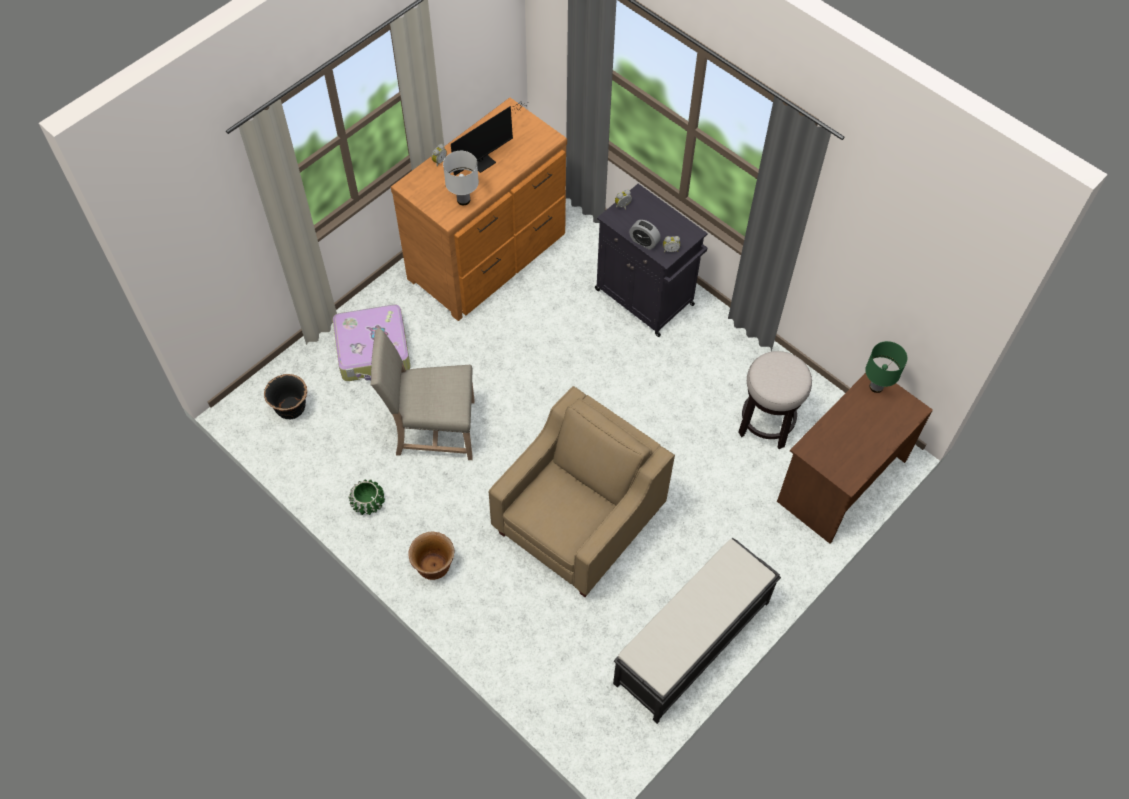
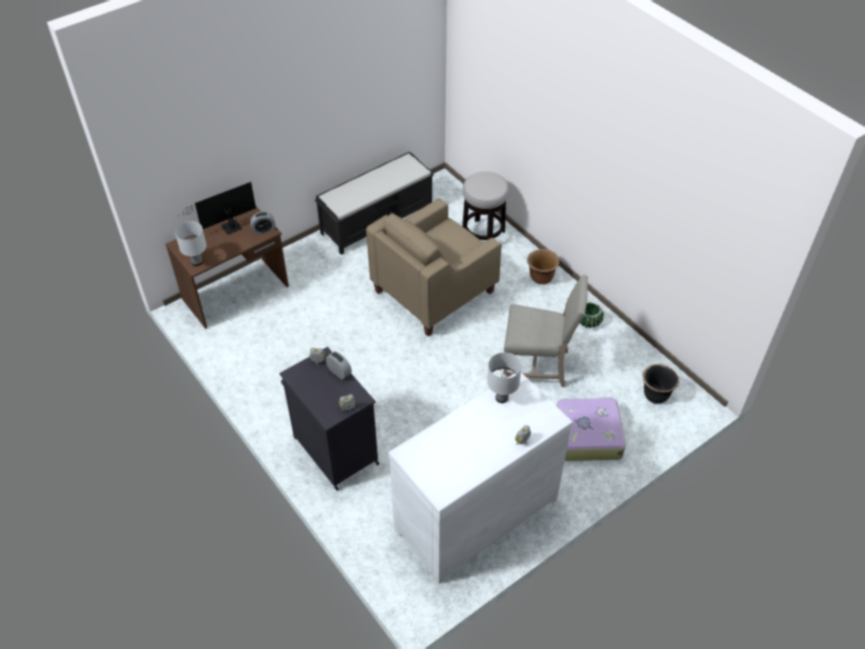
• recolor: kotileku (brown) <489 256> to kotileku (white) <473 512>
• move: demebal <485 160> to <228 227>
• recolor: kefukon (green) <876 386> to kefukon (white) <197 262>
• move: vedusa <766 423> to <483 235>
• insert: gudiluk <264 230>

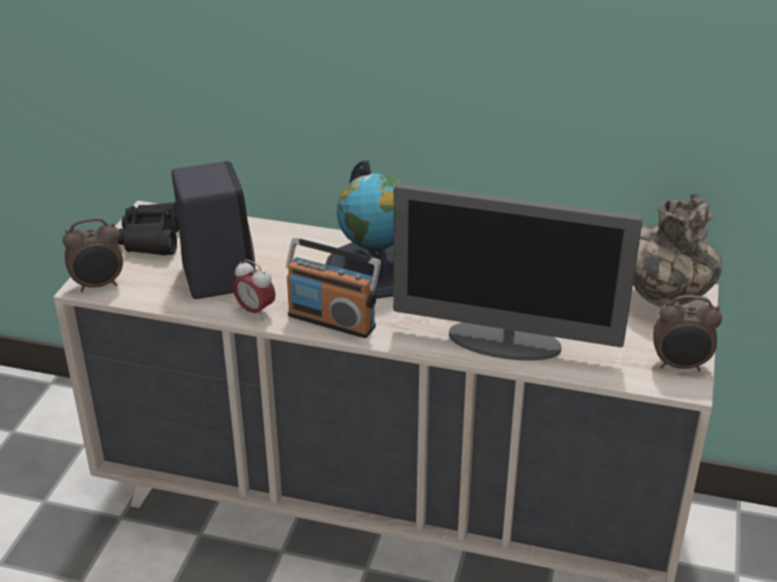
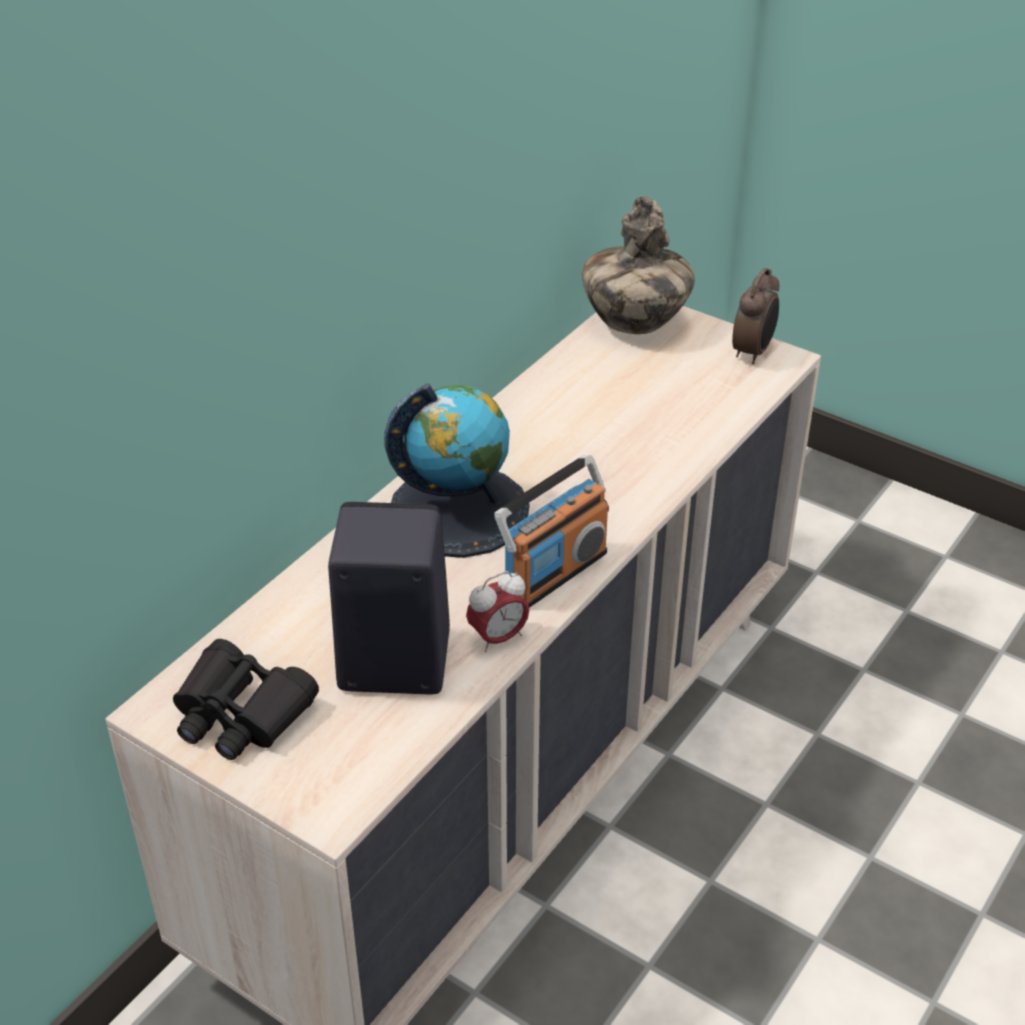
• delete: demebal <505 342>
• delete: gudiluk <99 285>

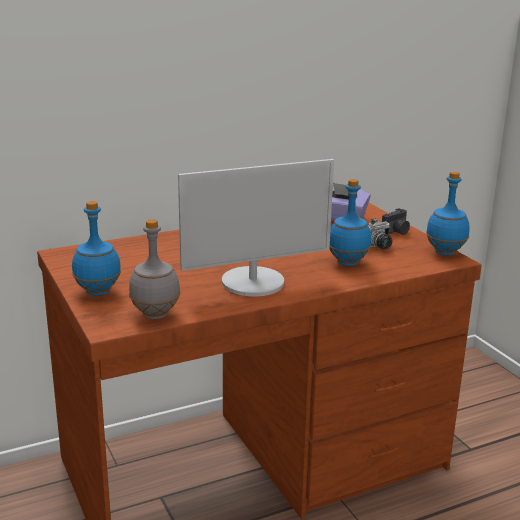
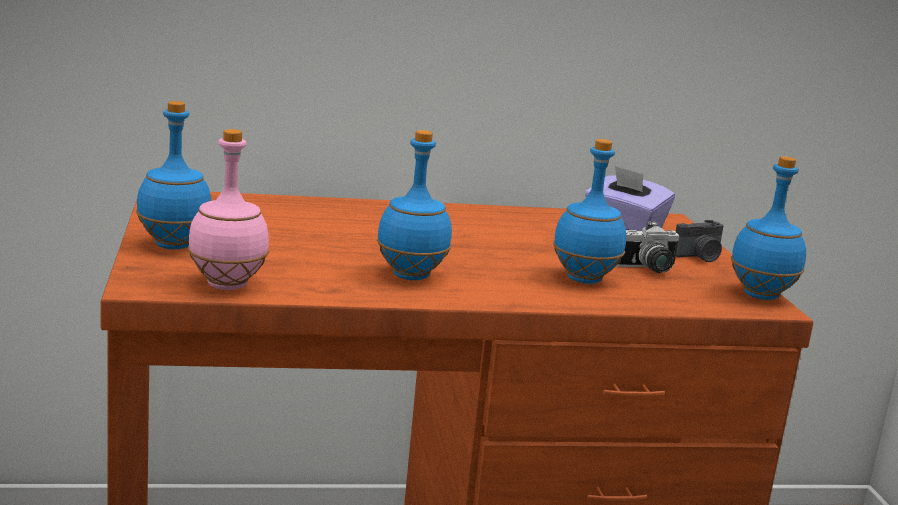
• replace: demebal <253 282> to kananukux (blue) <412 275>
• recolor: kananukux (grey) <154 314> to kananukux (pink) <226 284>

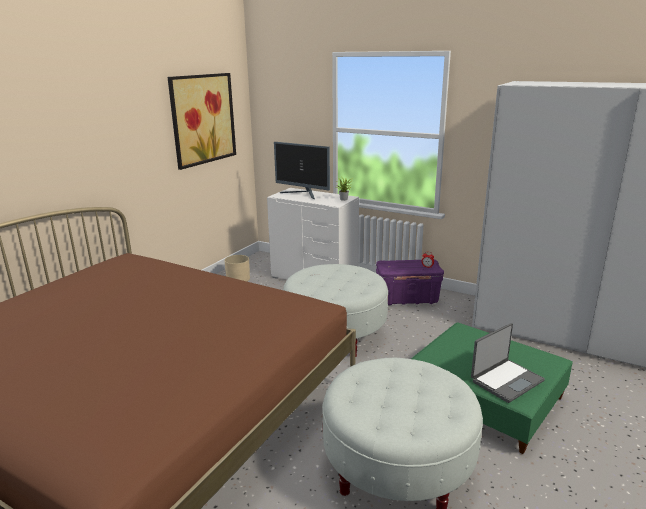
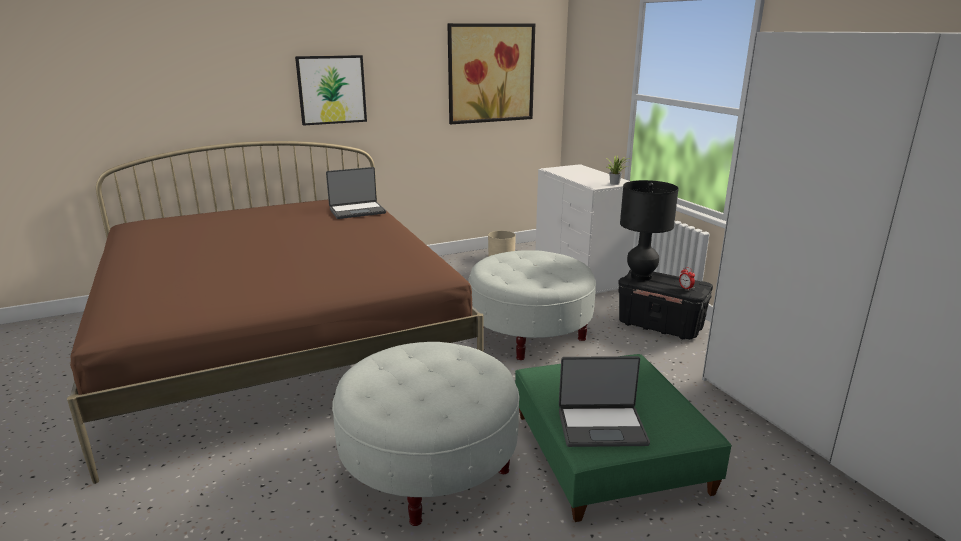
• delete: demebal <303 194>
• recolor: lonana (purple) <408 299> to lonana (black) <660 326>
• insert: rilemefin <331 90>
• insert: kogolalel <357 211>
• insert: kefukon (black) <641 276>

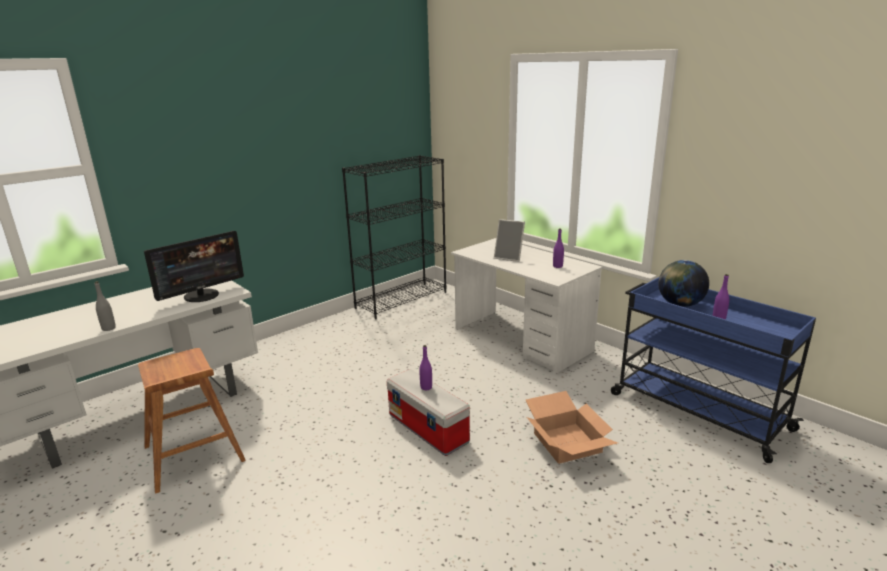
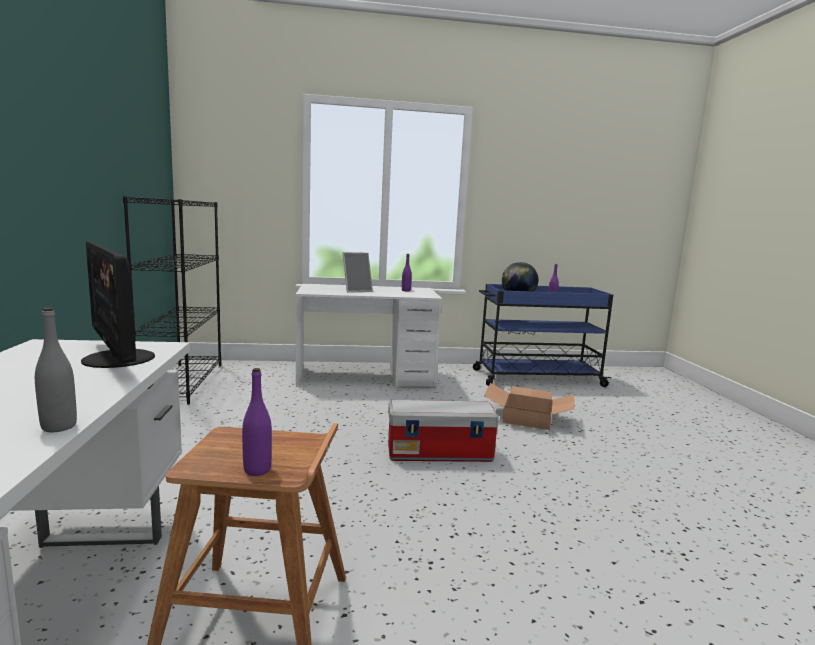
• rotate: demebal <202 295> = <117 359> 150 degrees clockwise
• move: kananukux (purple) <426 387> to <257 470>

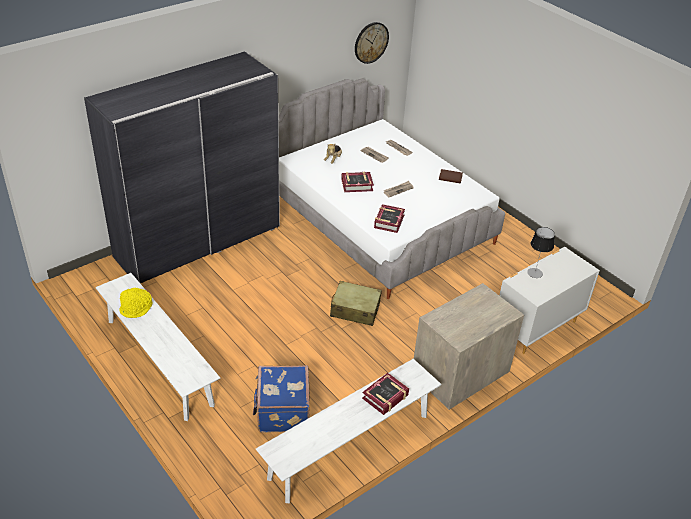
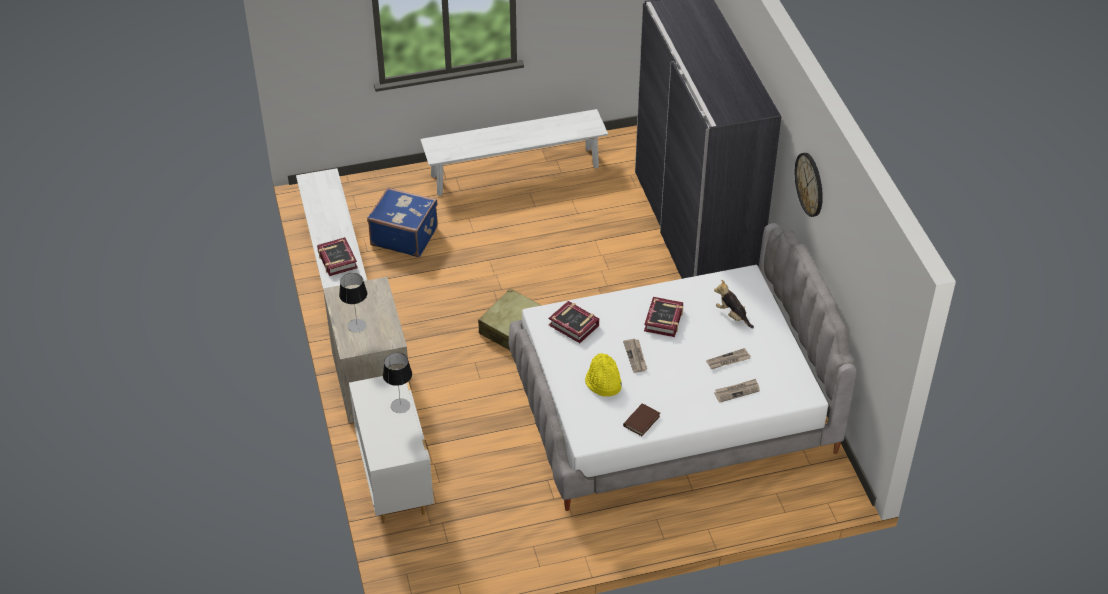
• move: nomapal <371 42> to <810 184>
• move: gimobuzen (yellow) <136 308> to <603 383>
• insert: kefukon <357 325>

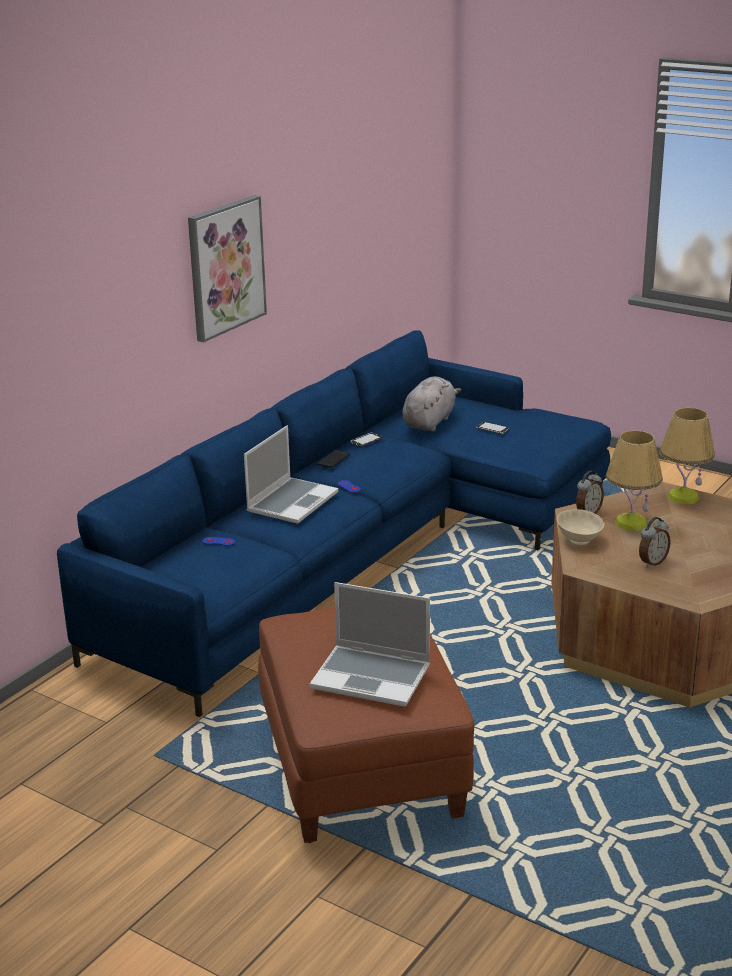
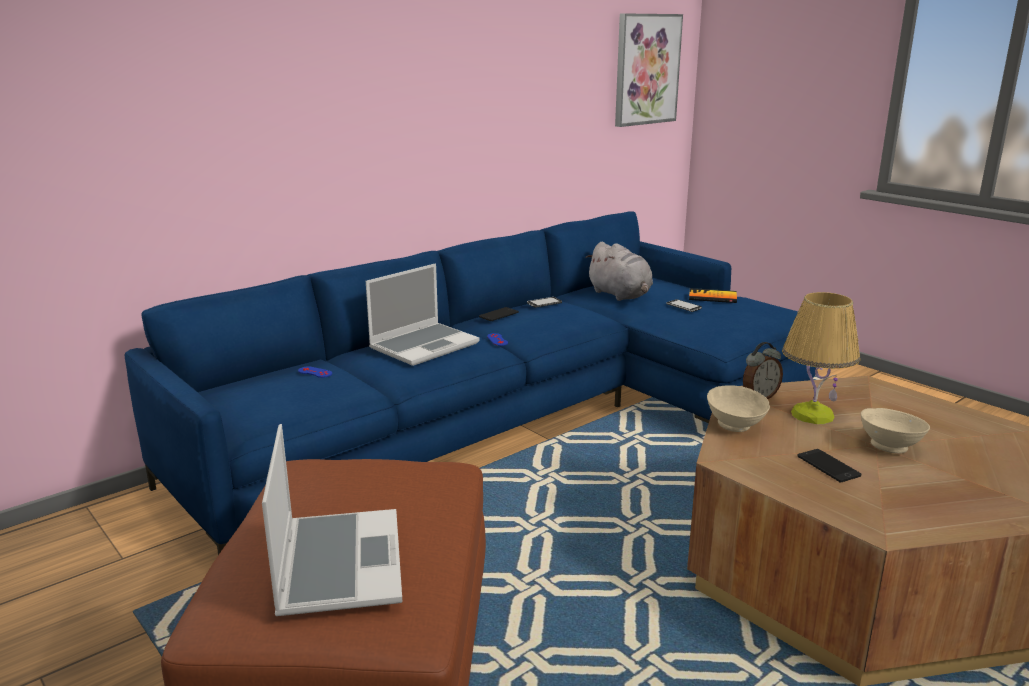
• move: rilemefin <225 267> to <646 69>
• rotate: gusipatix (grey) <429 422> = <620 295> 105 degrees clockwise
• delete: kefukon <683 497>
• replace: gudiluk <652 562> to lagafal <828 466>
• rotate: kogolalel <373 677> = <338 563> 135 degrees counterclockwise
• insert: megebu <712 297>
• insert: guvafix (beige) <890 447>

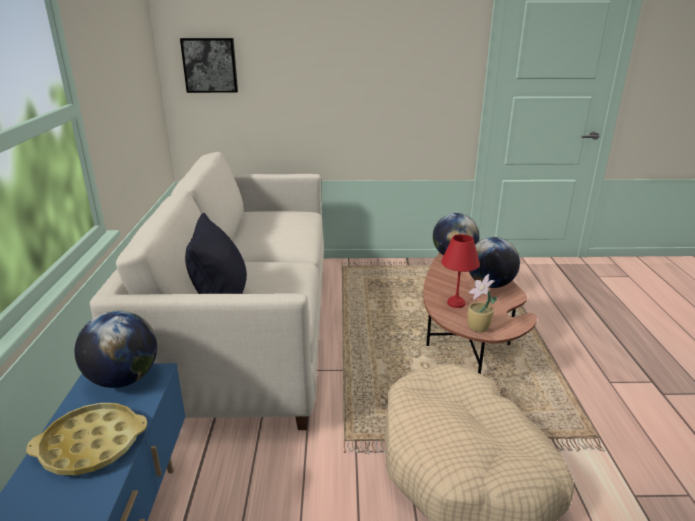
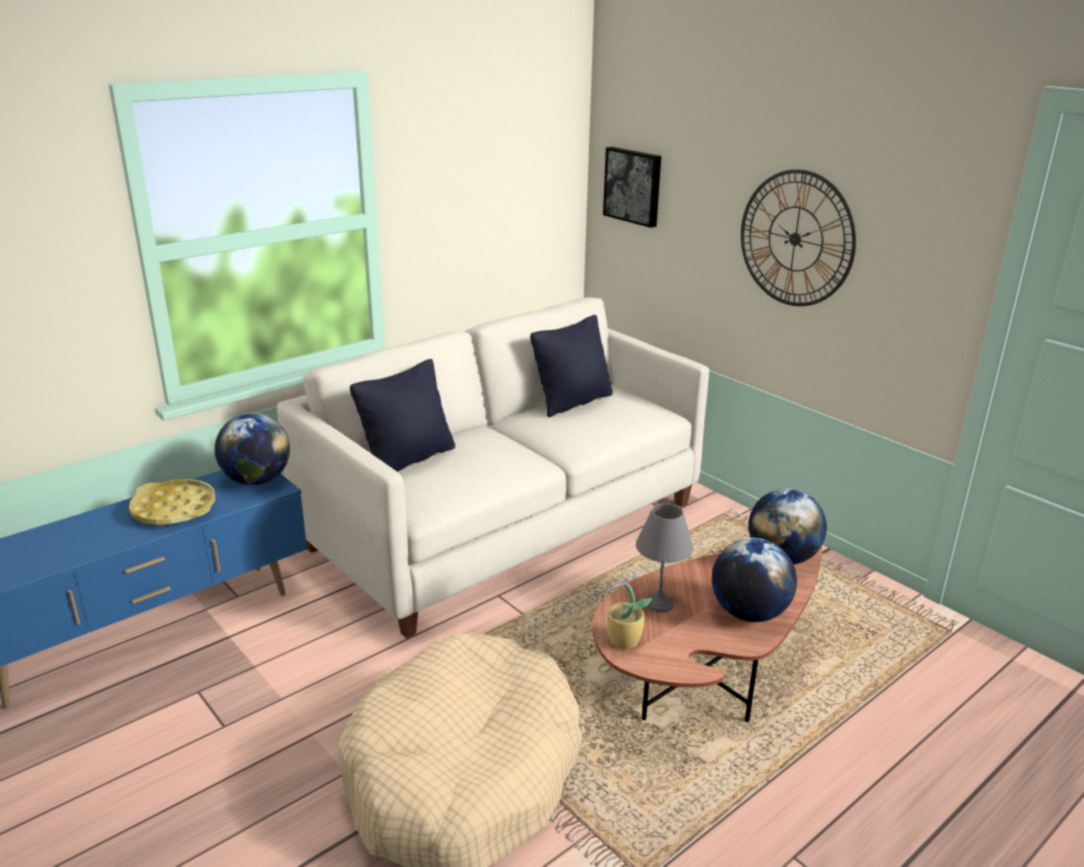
• recolor: kefukon (red) <456 303> to kefukon (grey) <658 605>
• insert: nomapal <795 239>
• insert: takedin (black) <572 402>

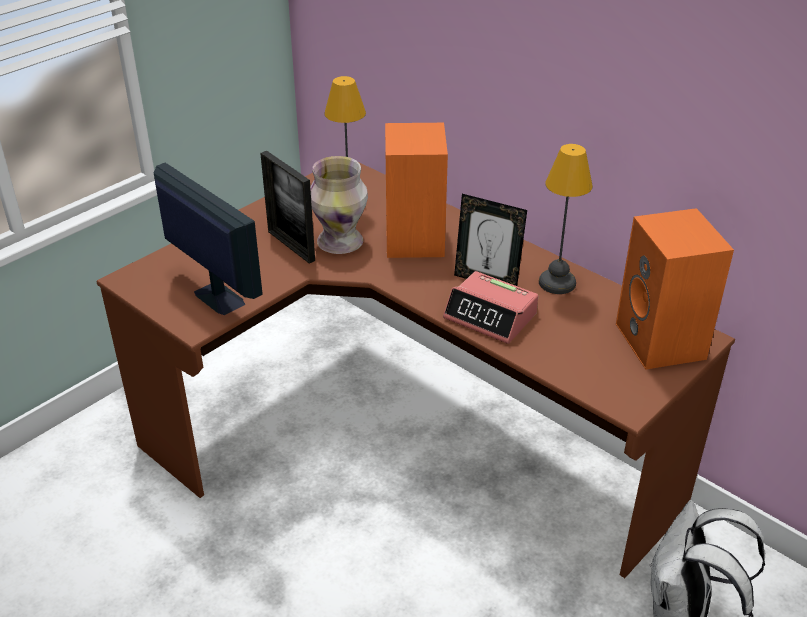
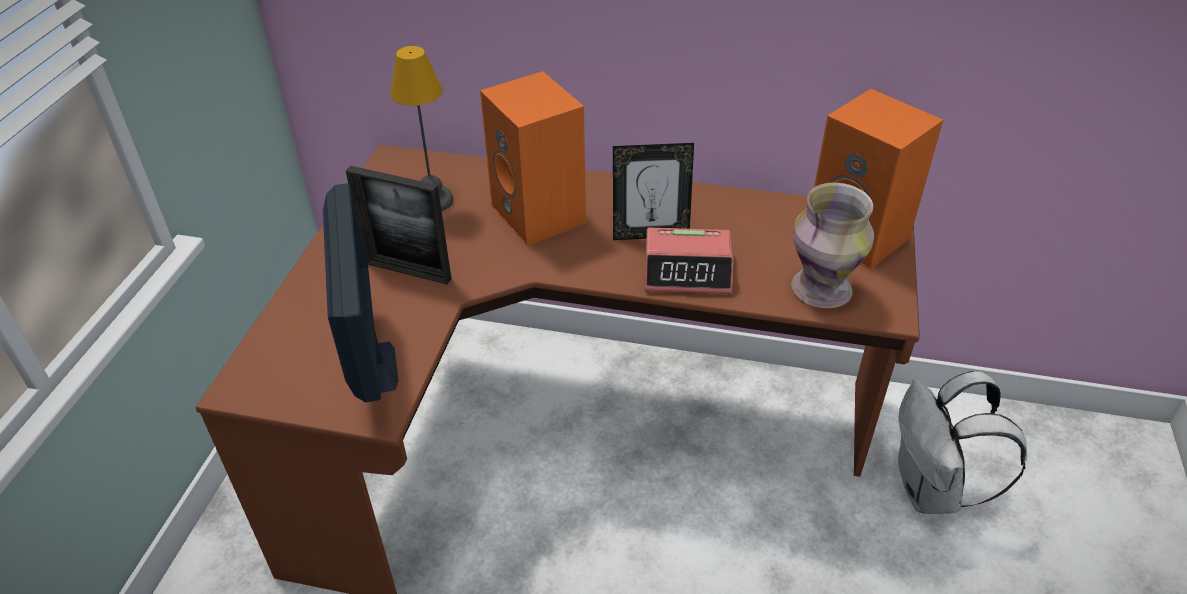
• delete: kefukon <557 282>
• move: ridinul <341 243> to <823 290>
• rotate: demebal <218 297> = <375 366> 60 degrees clockwise

